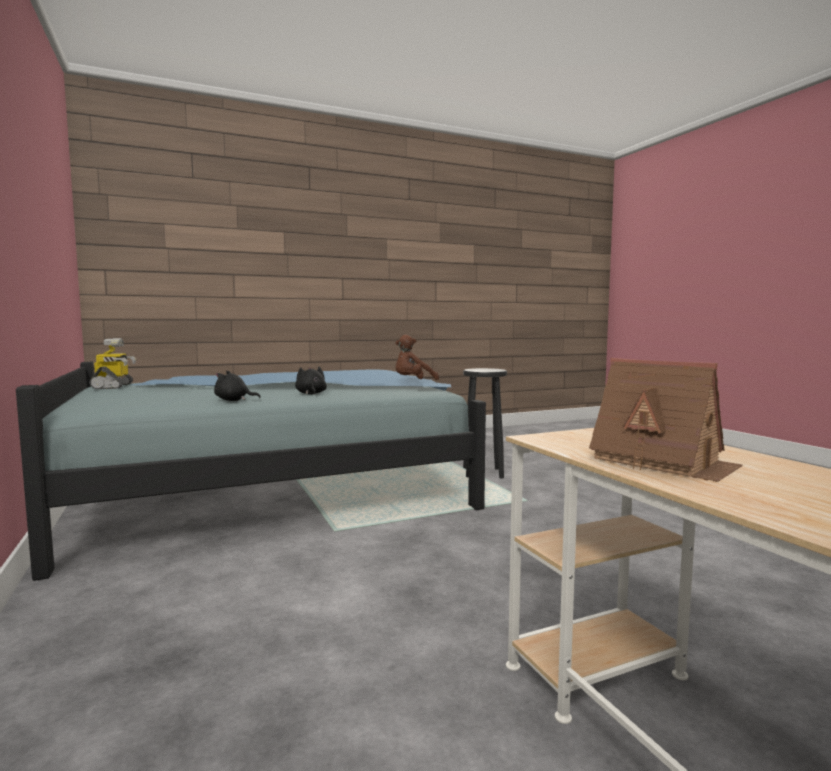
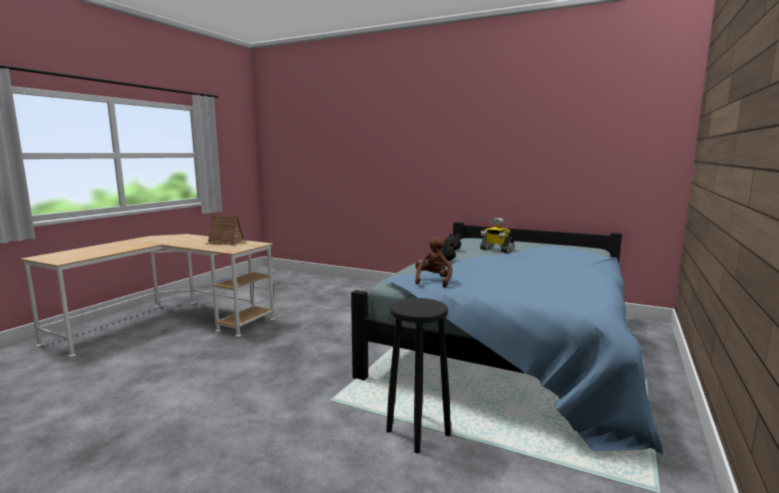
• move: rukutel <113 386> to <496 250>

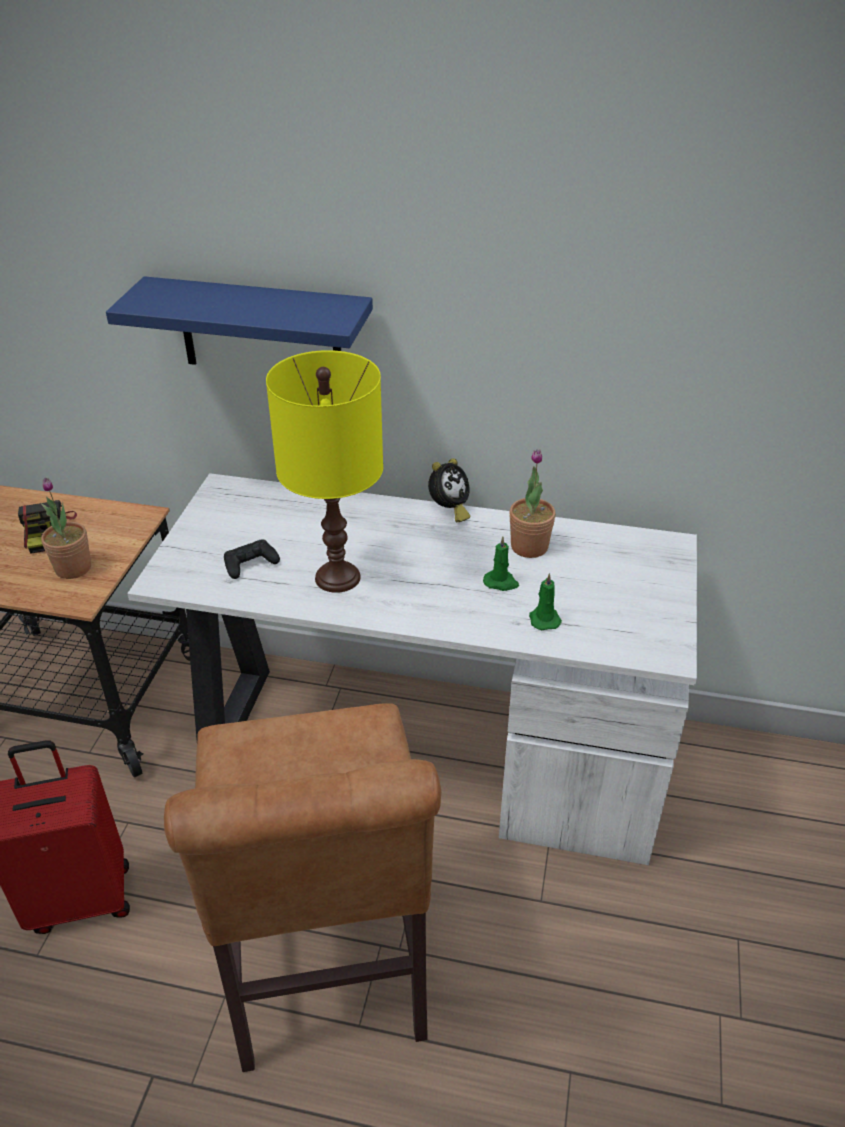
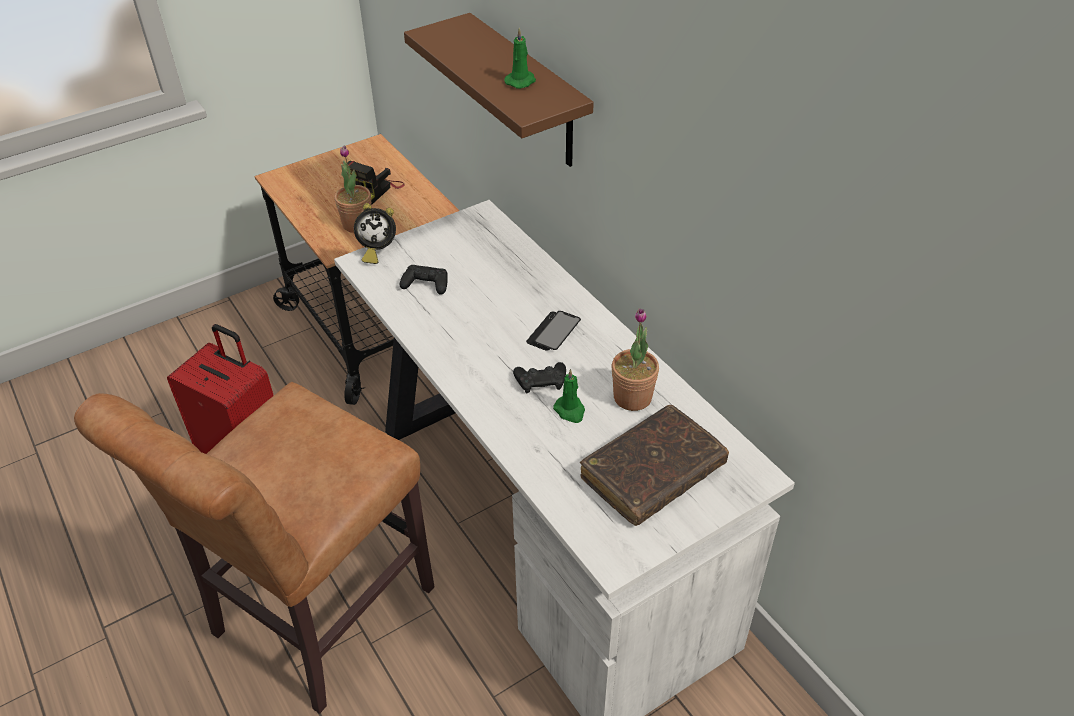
• recolor: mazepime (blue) <260 329> to mazepime (brown) <528 93>
• delete: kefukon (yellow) <338 577>
• move: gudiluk <449 510> to <376 251>
• move: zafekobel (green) <543 619> to <521 81>
• insert: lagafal <553 332>
• insert: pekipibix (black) <541 381>
• insert: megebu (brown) <652 473>

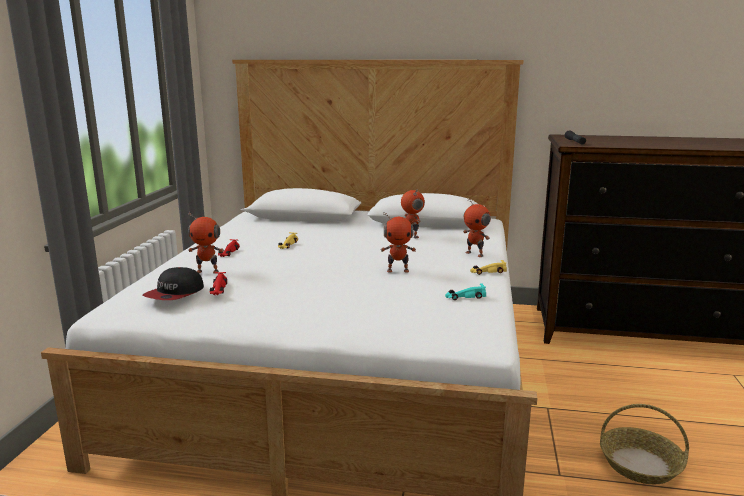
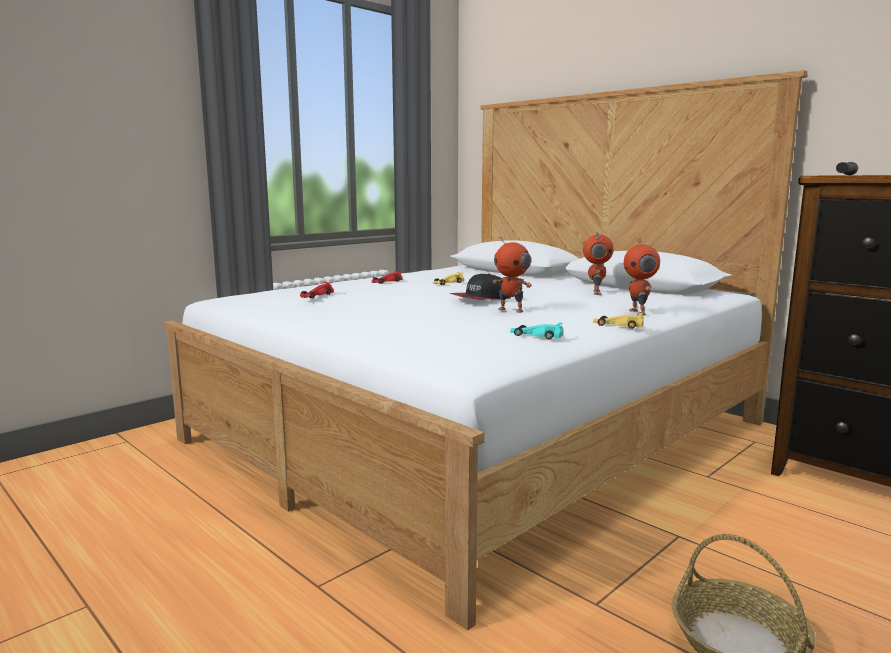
• delete: rukutel <208 271>
• move: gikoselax <175 293> to <480 299>

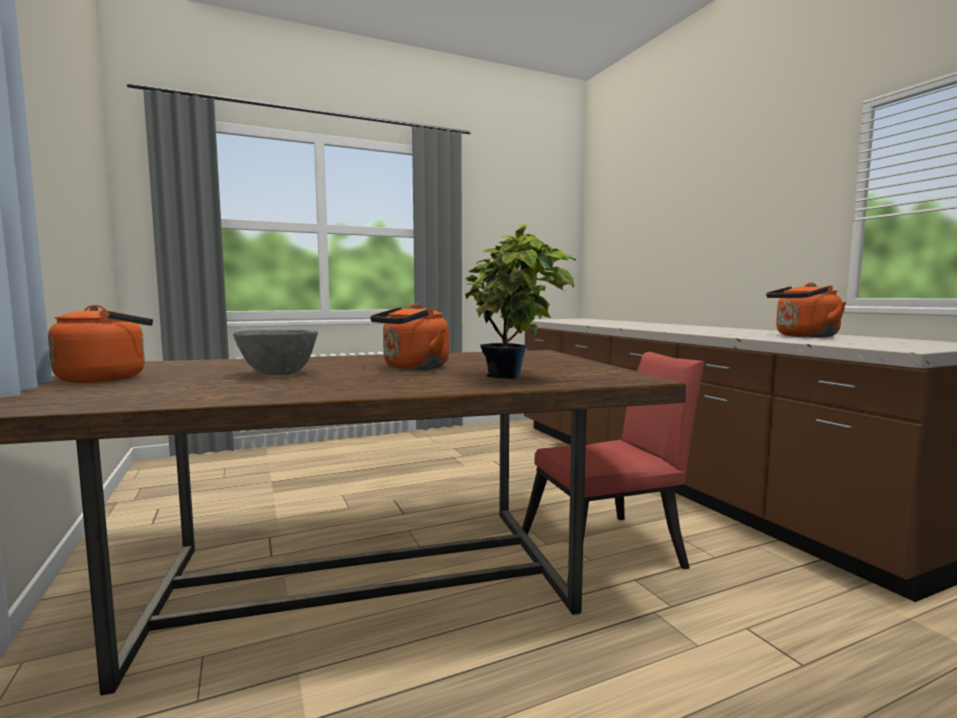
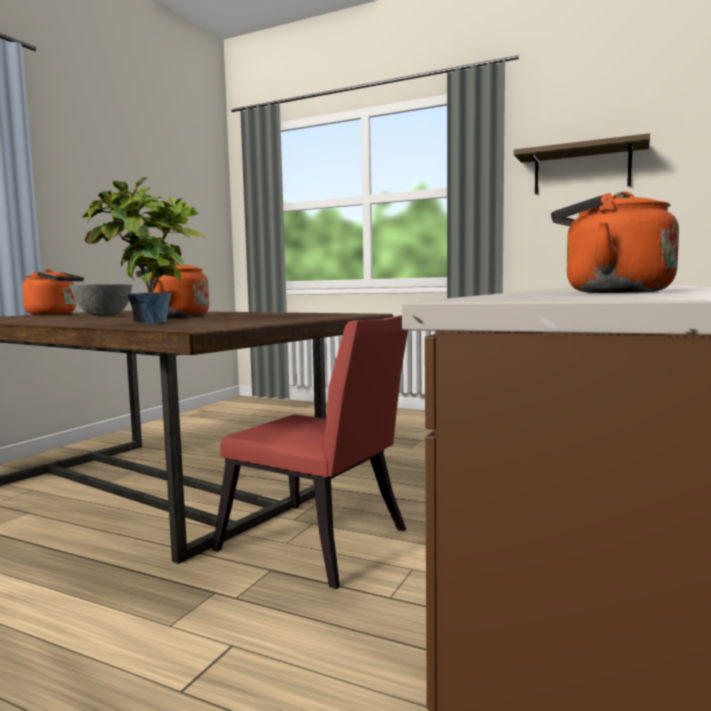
• insert: mazepime <581 170>

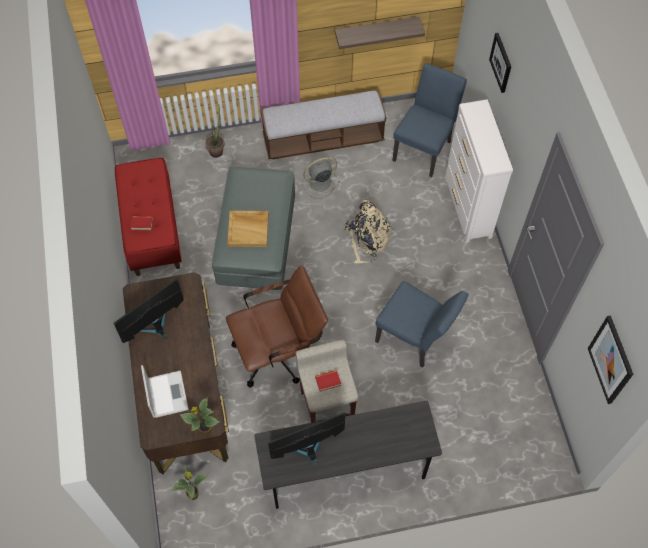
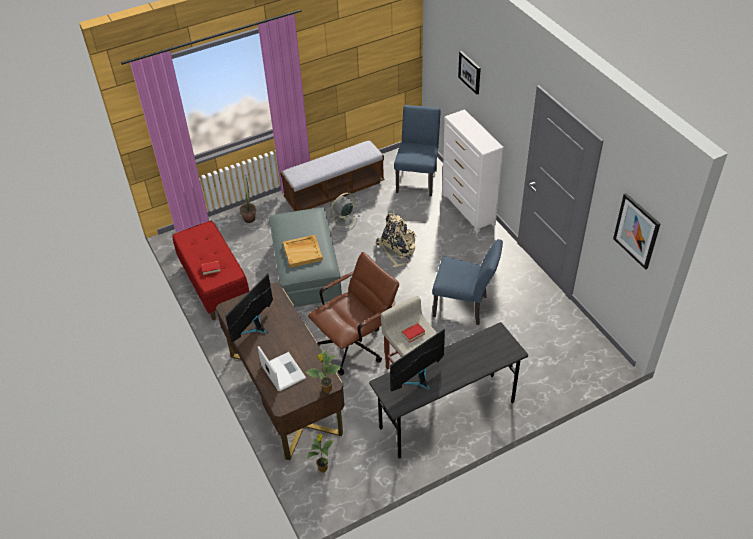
• delete: mazepime <376 31>

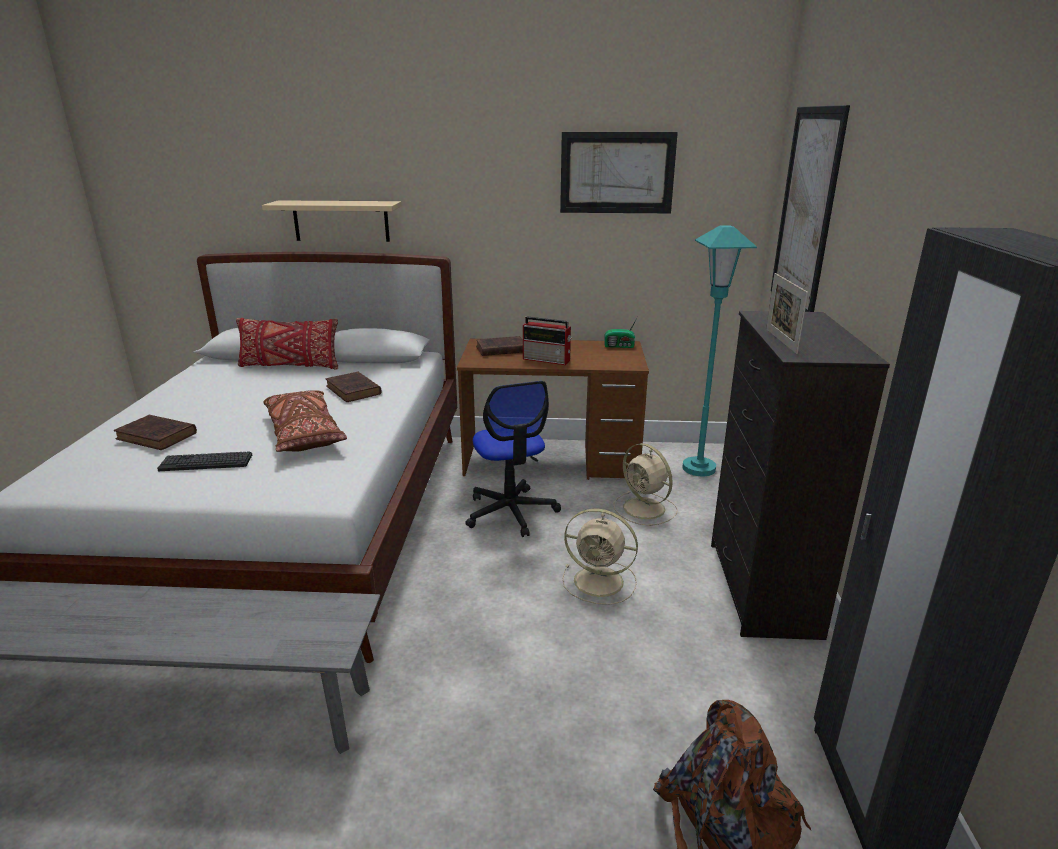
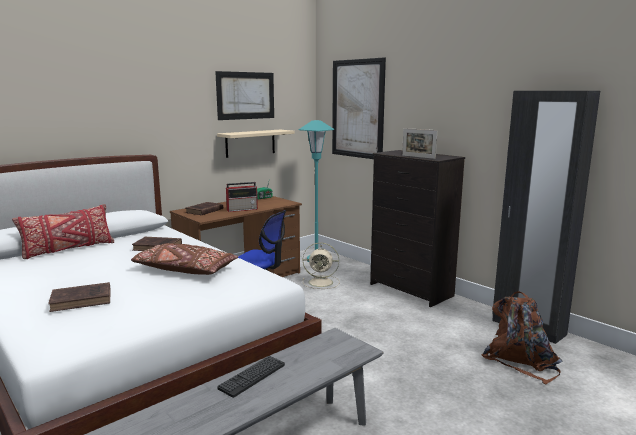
• move: mazepime (beige) <341 221> to <250 143>
• move: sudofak <206 462> to <252 376>
• delete: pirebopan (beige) <601 582>

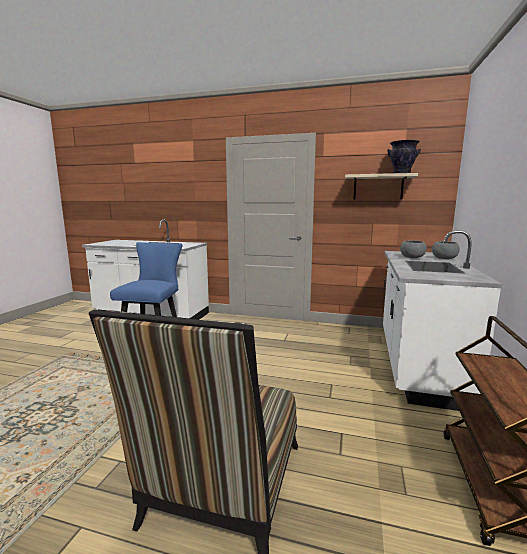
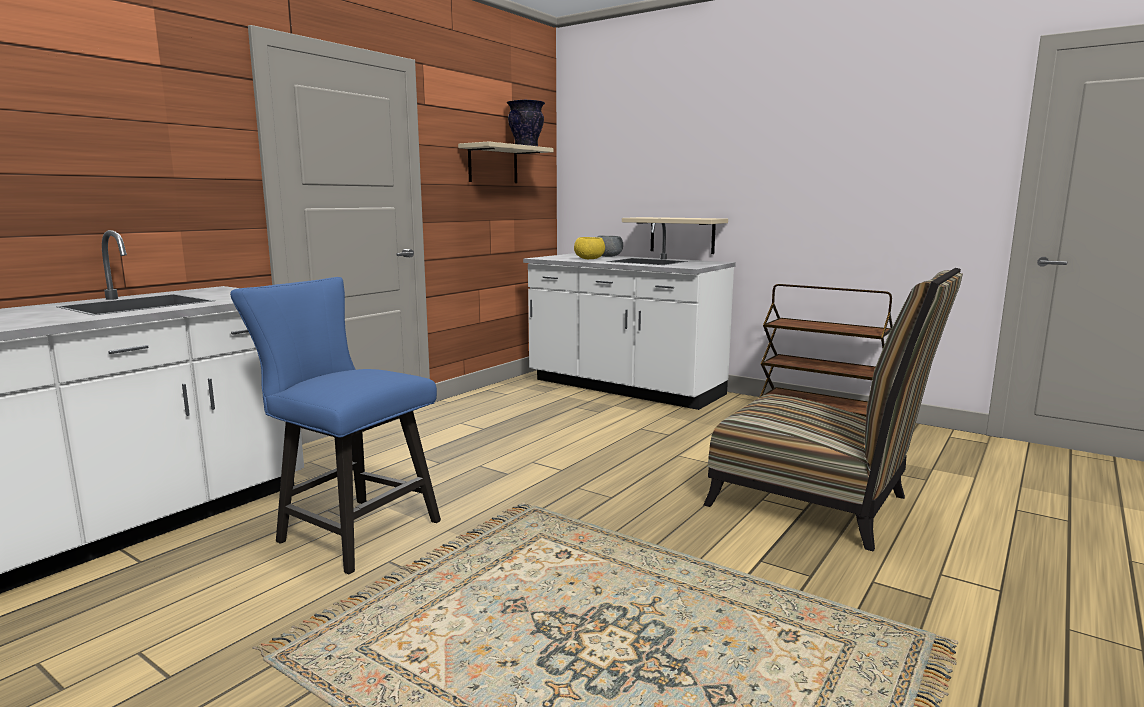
• recolor: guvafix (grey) <412 257> to guvafix (yellow) <589 259>
• insert: mazepime (beige) <682 235>

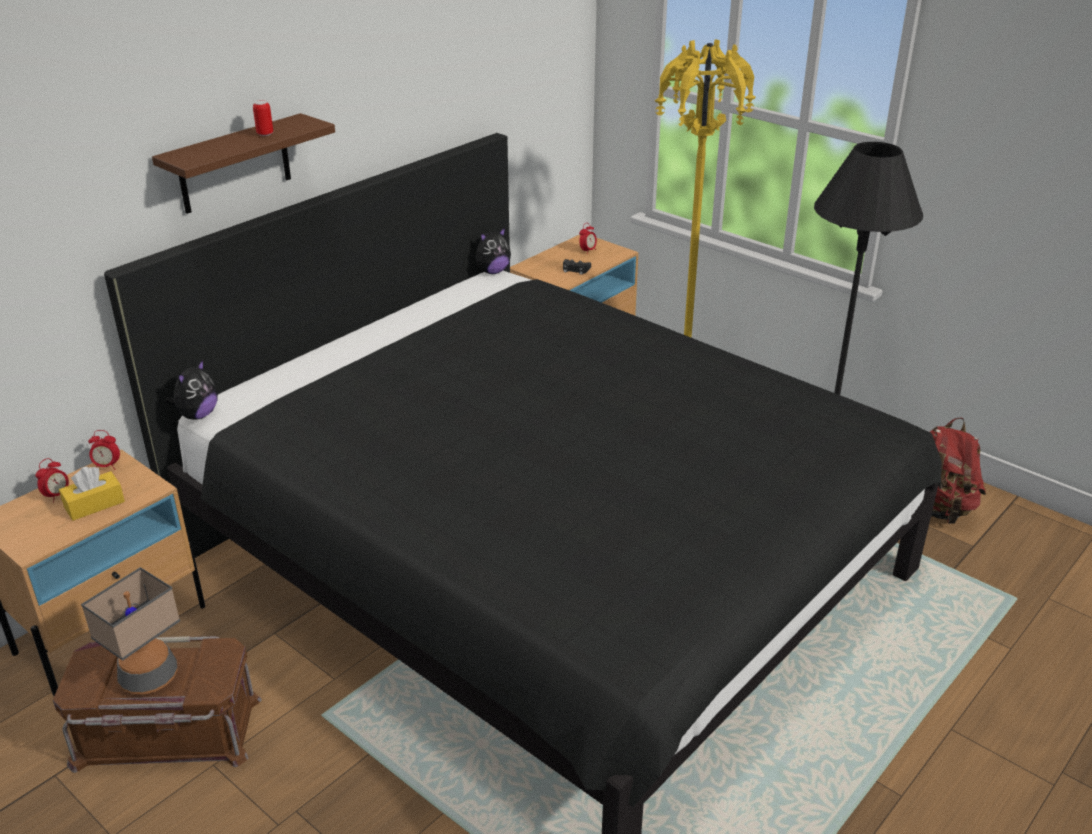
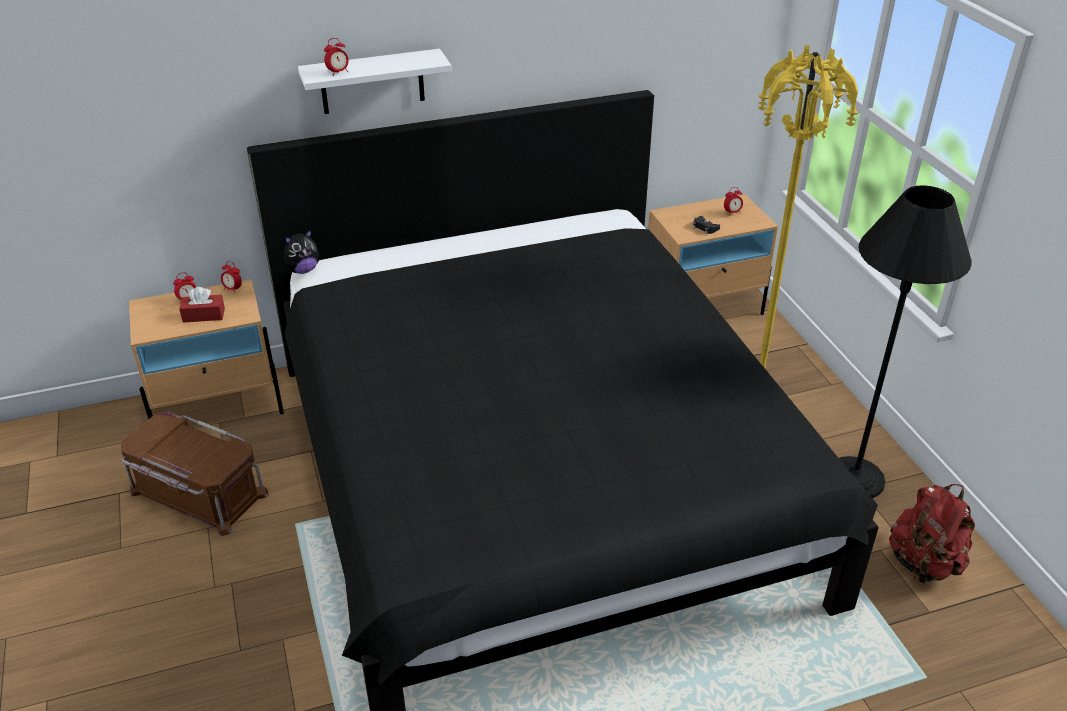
• delete: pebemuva <265 134>
• recolor: mazepime (brown) <234 164> to mazepime (white) <372 82>
• delete: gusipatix <492 271>
• recolor: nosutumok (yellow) <94 504> to nosutumok (red) <204 315>
• delete: kefukon <148 677>
• insert: gudiluk <338 72>

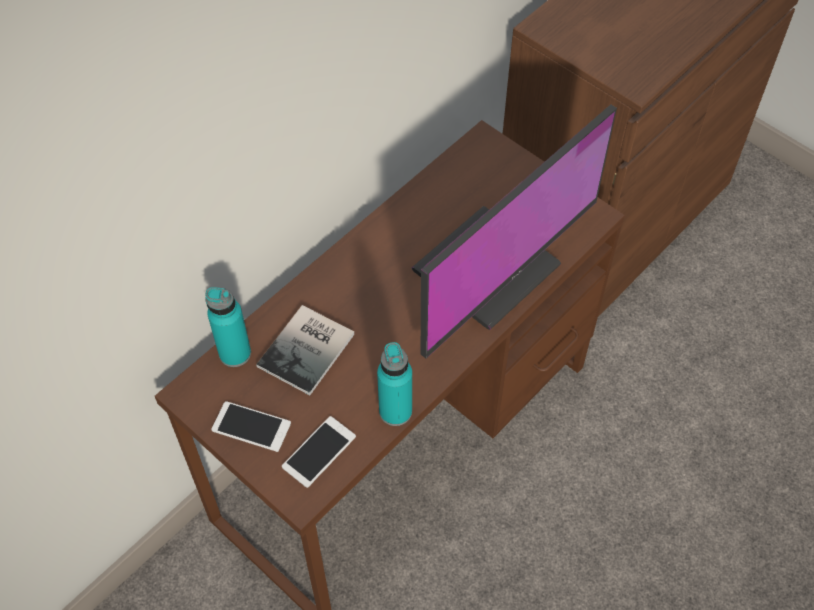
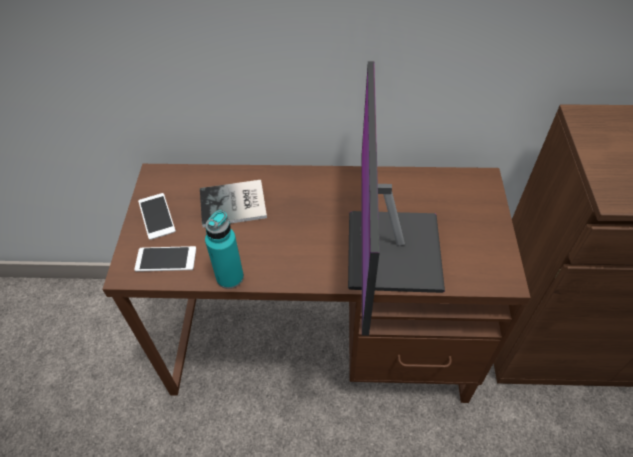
• rotate: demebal <489 270> = <390 251> 90 degrees clockwise
• delete: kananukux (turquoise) <235 353>

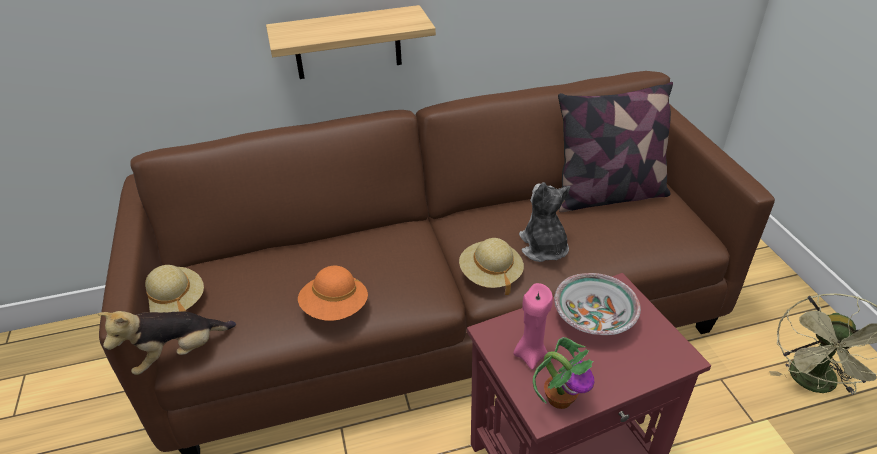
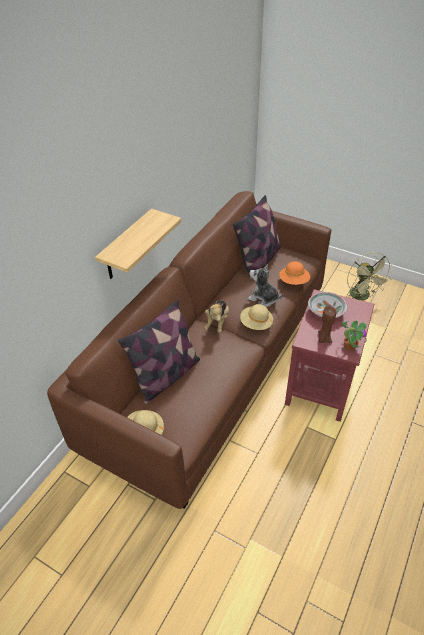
• move: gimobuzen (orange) <335 308> to <294 281>
• recolor: zafekobel (pink) <530 354> to zafekobel (brown) <324 339>
• move: gusipatix <178 354> to <217 322>
• insert: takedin <166 376>

